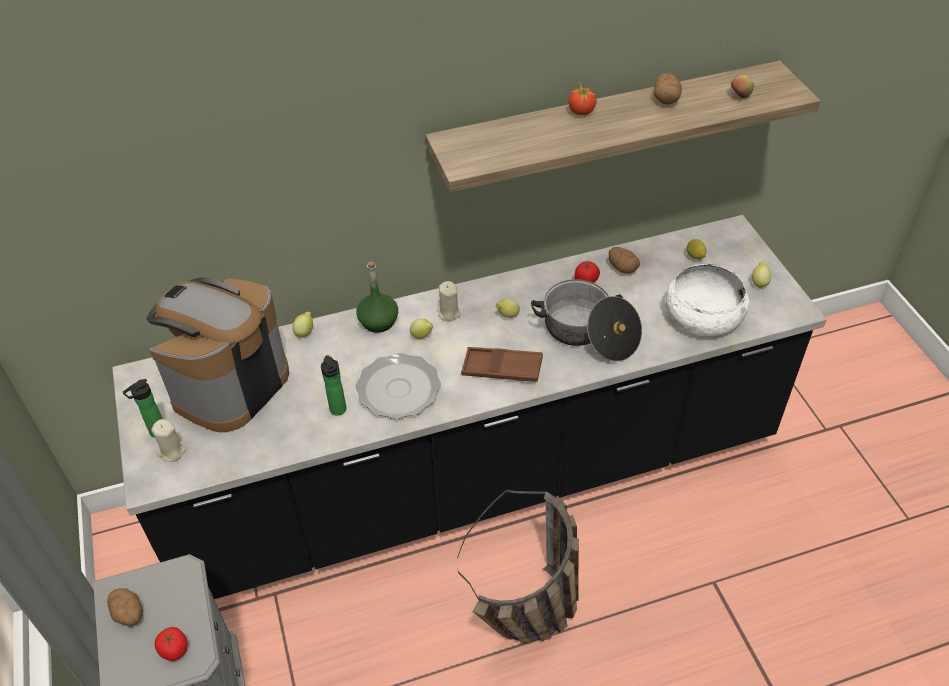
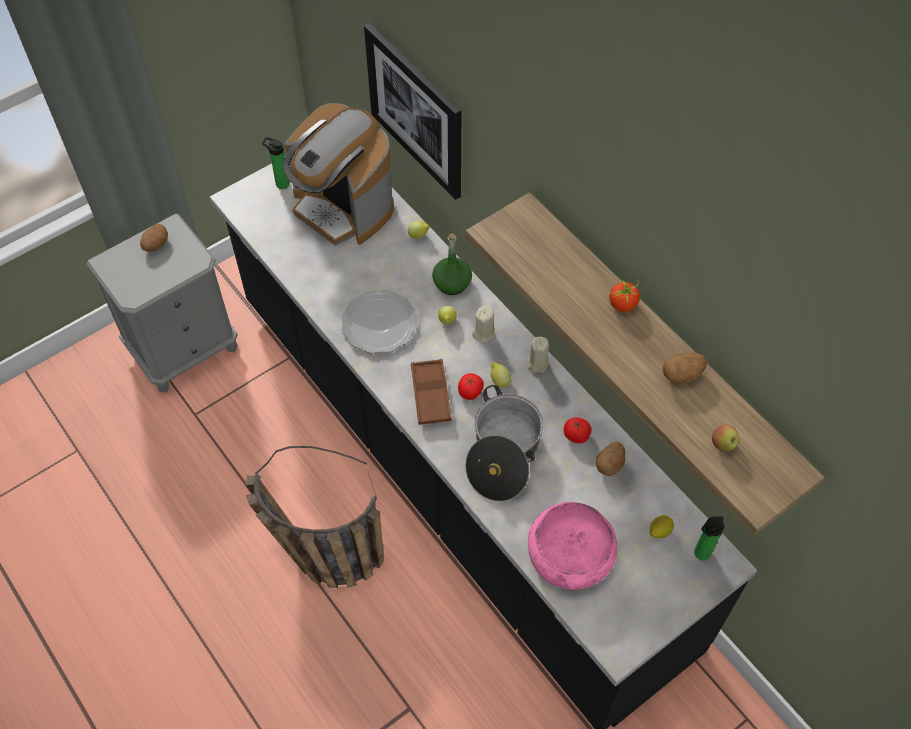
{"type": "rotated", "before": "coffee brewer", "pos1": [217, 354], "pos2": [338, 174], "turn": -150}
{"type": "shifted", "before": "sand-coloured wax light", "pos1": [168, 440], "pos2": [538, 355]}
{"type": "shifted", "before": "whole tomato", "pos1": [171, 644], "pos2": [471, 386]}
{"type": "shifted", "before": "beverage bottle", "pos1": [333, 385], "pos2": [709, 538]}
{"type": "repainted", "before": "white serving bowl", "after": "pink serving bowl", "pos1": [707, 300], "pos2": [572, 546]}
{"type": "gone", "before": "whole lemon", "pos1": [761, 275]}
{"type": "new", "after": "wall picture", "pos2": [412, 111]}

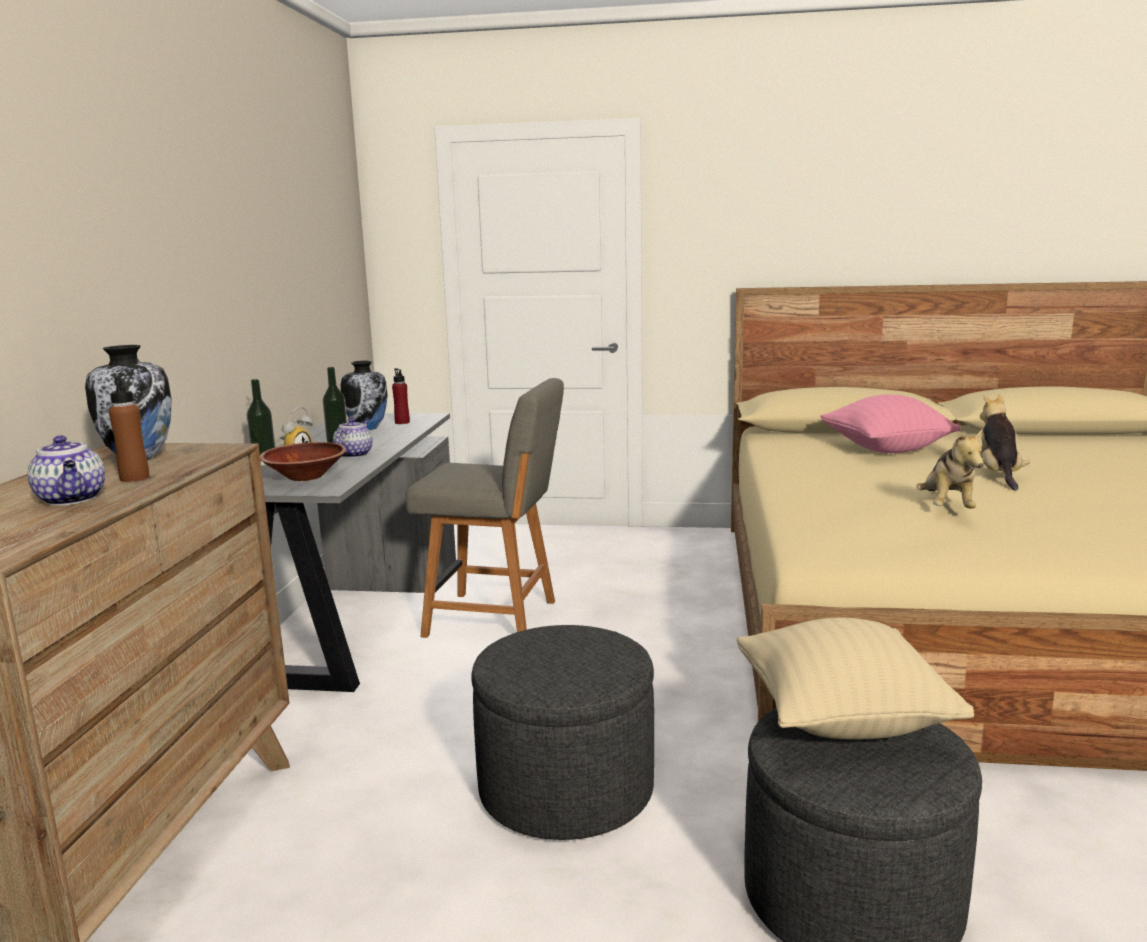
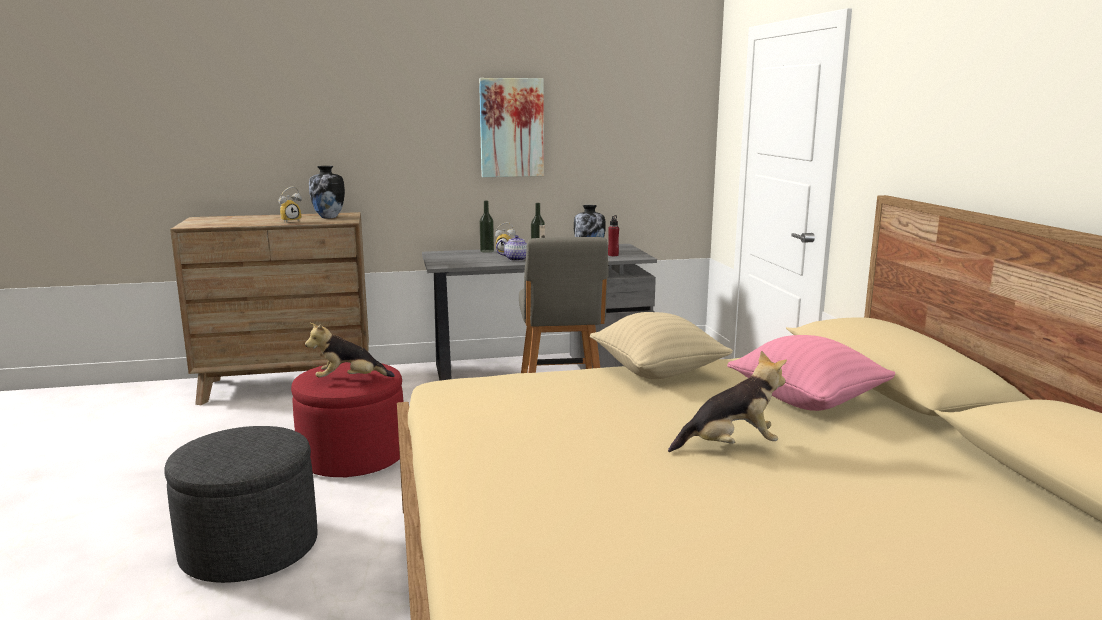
{"type": "gone", "before": "tea pot", "pos1": [66, 470]}
{"type": "swapped", "before": "brown-coloured beverage bottle", "after": "alarm clock", "pos1": [129, 429], "pos2": [290, 204]}
{"type": "gone", "before": "brown-coloured serving bowl", "pos1": [303, 461]}
{"type": "repainted", "before": "greyish footrest", "after": "red-coloured footrest", "pos1": [562, 732], "pos2": [347, 420]}
{"type": "shifted", "before": "sand-coloured throw pillow", "pos1": [855, 678], "pos2": [661, 345]}
{"type": "shifted", "before": "cuddly toy", "pos1": [950, 469], "pos2": [350, 350]}
{"type": "new", "after": "wall picture", "pos2": [511, 127]}

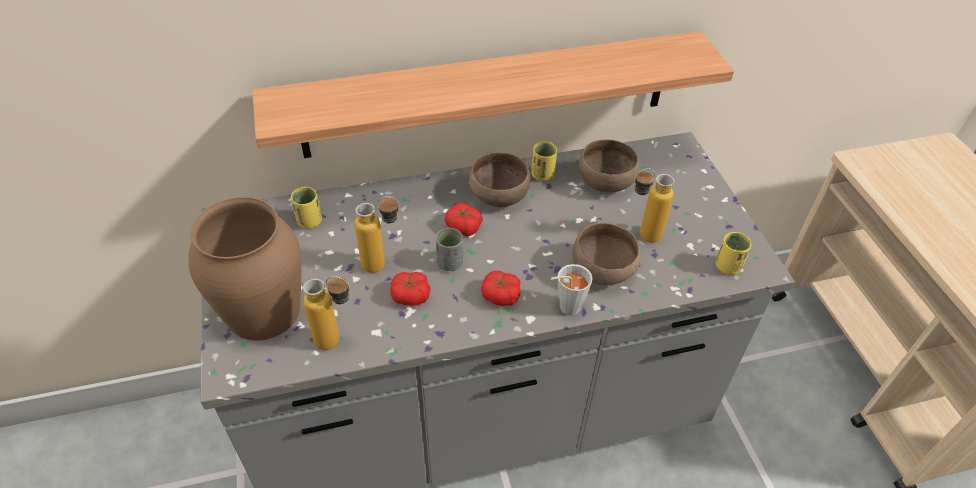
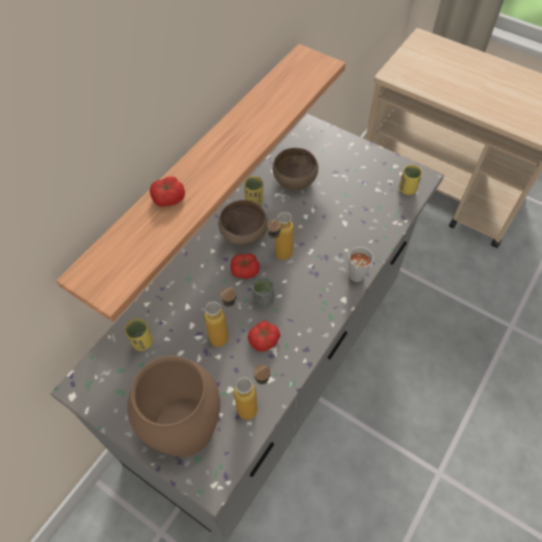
{"type": "shifted", "before": "whole tomato", "pos1": [501, 288], "pos2": [167, 191]}
{"type": "gone", "before": "brown-coloured serving bowl", "pos1": [606, 254]}
{"type": "shifted", "before": "beverage bottle", "pos1": [654, 205], "pos2": [280, 236]}

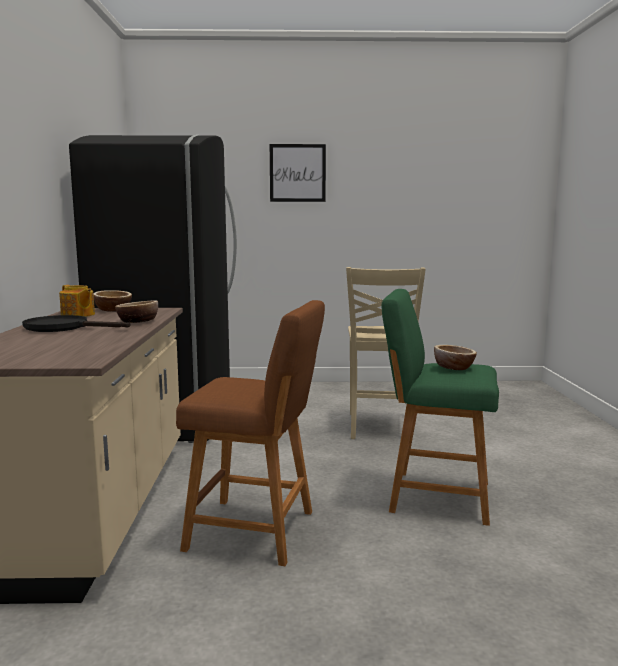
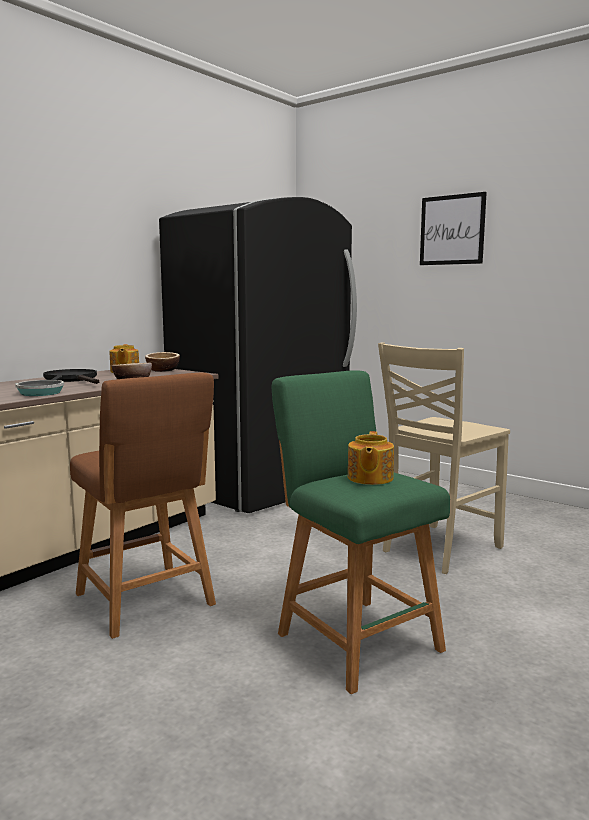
{"type": "swapped", "before": "serving bowl", "after": "tea pot", "pos1": [455, 357], "pos2": [371, 458]}
{"type": "new", "after": "pan", "pos2": [39, 385]}

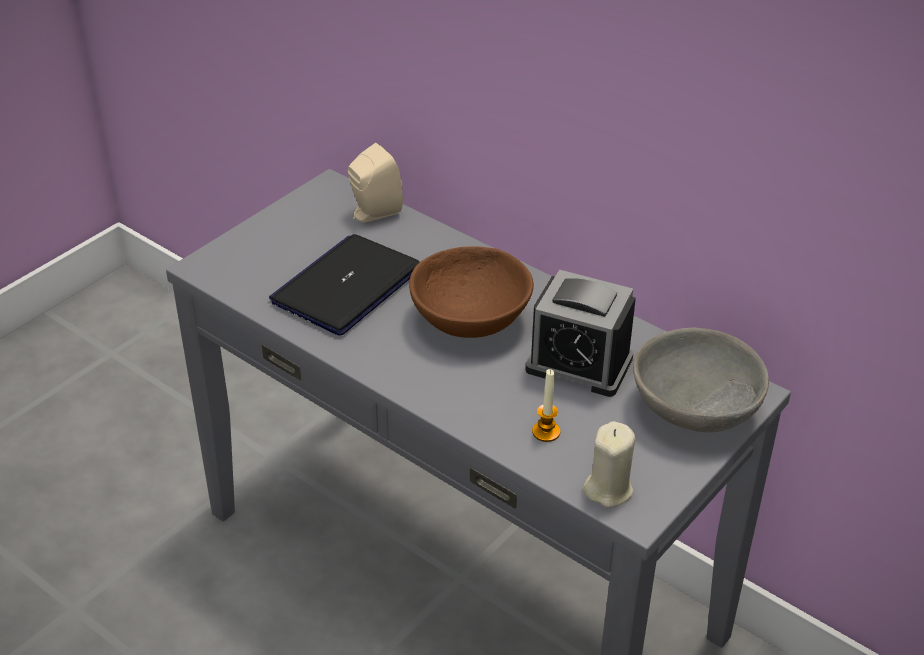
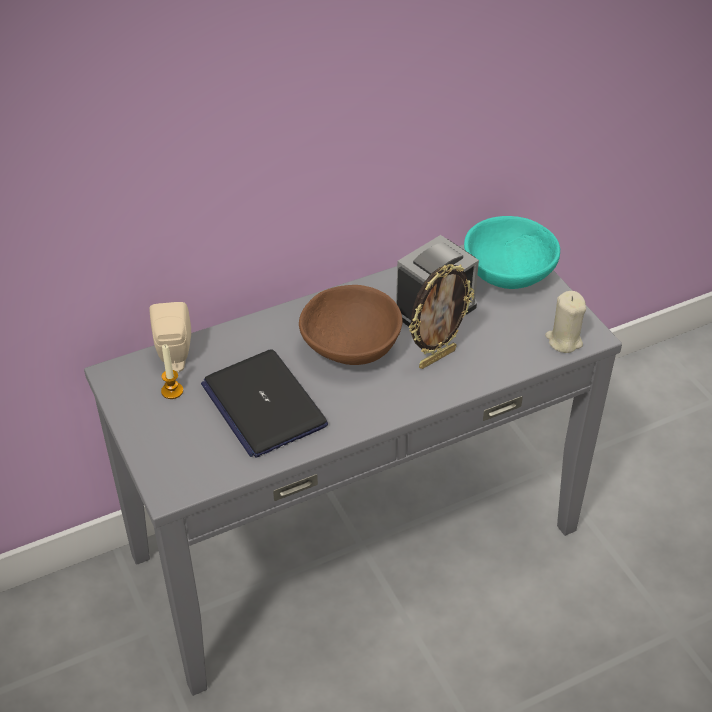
{"type": "shifted", "before": "wax light", "pos1": [546, 405], "pos2": [172, 371]}
{"type": "repainted", "before": "greyish serving bowl", "after": "blue-green serving bowl", "pos1": [701, 379], "pos2": [512, 252]}
{"type": "new", "after": "photo frame", "pos2": [441, 316]}

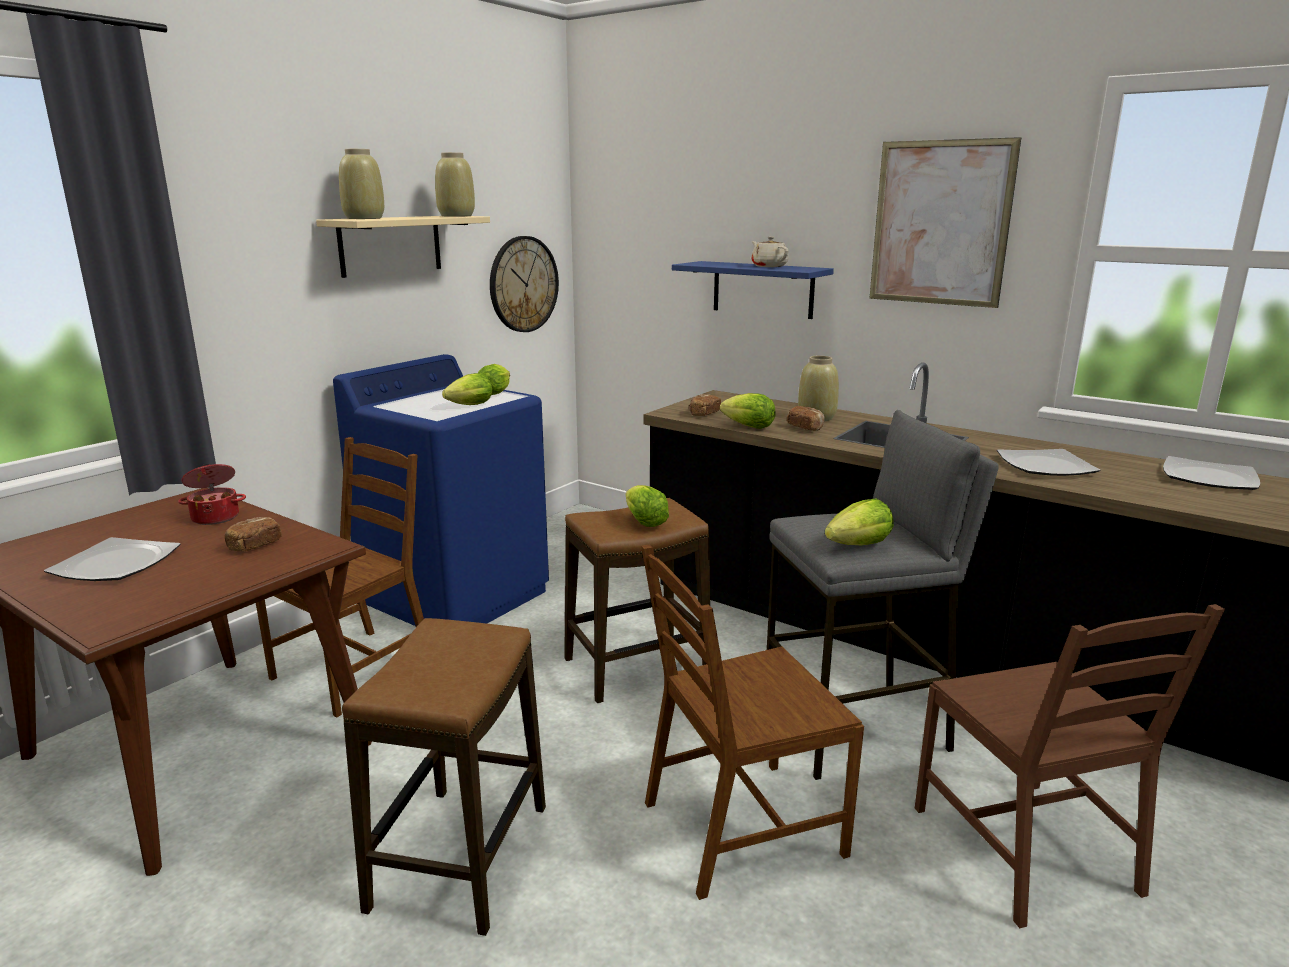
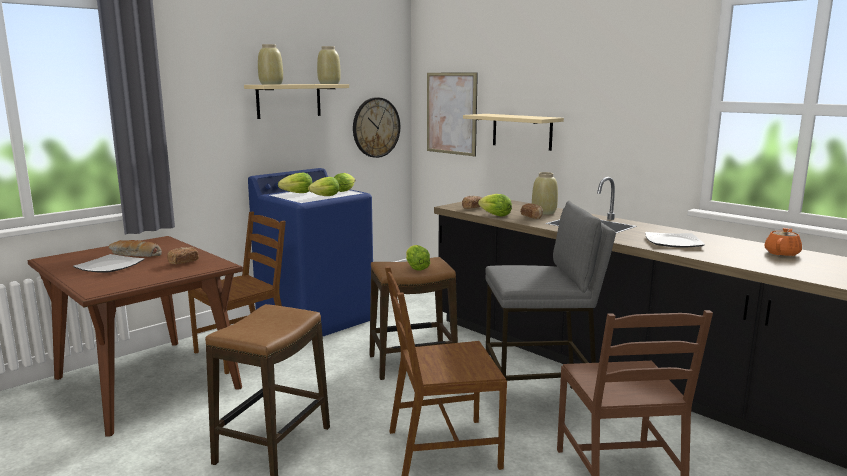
{"type": "gone", "before": "saucepot", "pos1": [212, 494]}
{"type": "repainted", "before": "blue-coloured shelf", "after": "sand-coloured shelf", "pos1": [753, 290], "pos2": [513, 132]}
{"type": "gone", "before": "sand-coloured tea pot", "pos1": [770, 251]}
{"type": "shifted", "before": "lettuce head", "pos1": [859, 521], "pos2": [295, 183]}
{"type": "shifted", "before": "wall picture", "pos1": [945, 222], "pos2": [452, 114]}
{"type": "swapped", "before": "flat dish", "after": "orange tea pot", "pos1": [1211, 473], "pos2": [783, 242]}
{"type": "new", "after": "bread", "pos2": [135, 248]}

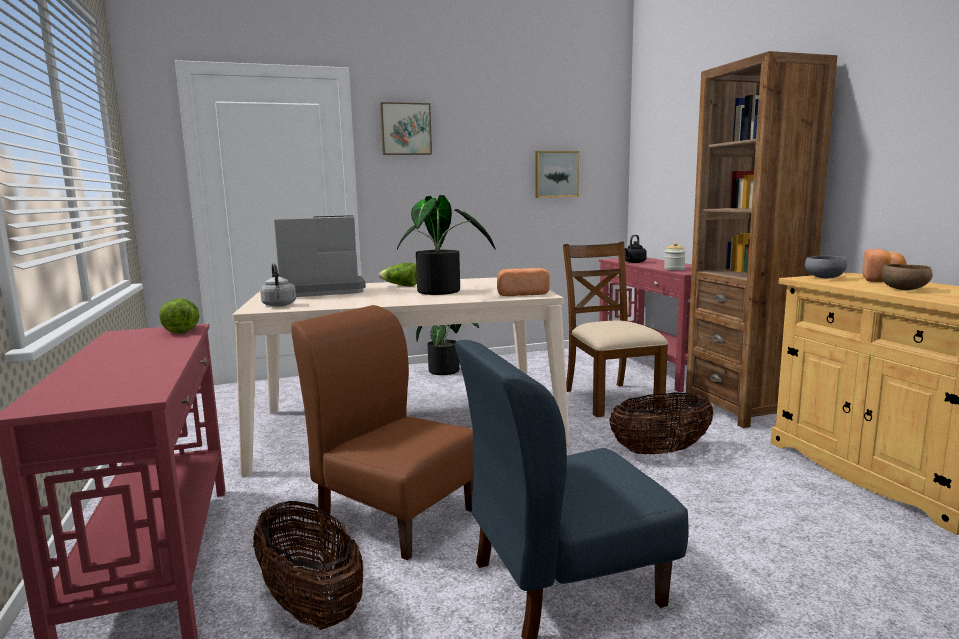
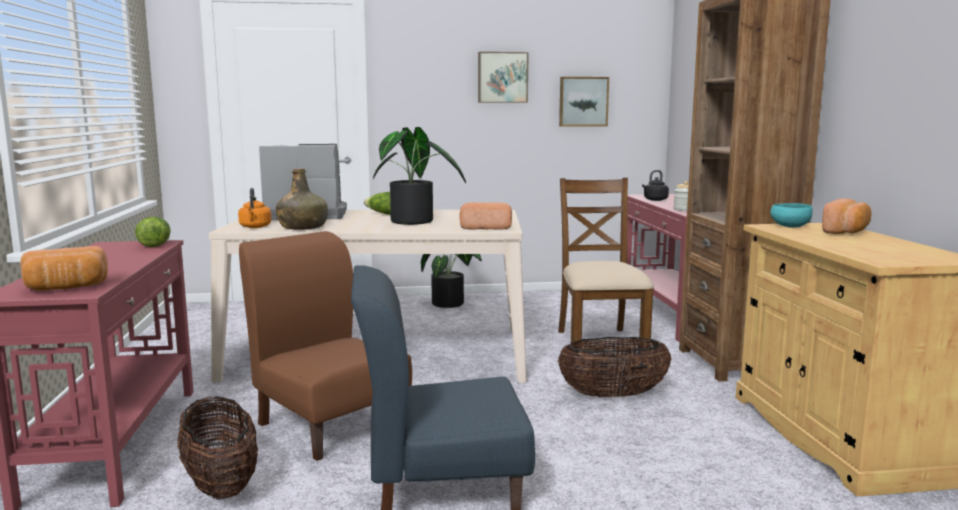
{"type": "repainted", "before": "greyish tea kettle", "after": "orange tea kettle", "pos1": [278, 285], "pos2": [254, 208]}
{"type": "shifted", "before": "wall picture", "pos1": [406, 128], "pos2": [503, 77]}
{"type": "repainted", "before": "greyish serving bowl", "after": "blue-green serving bowl", "pos1": [826, 267], "pos2": [791, 215]}
{"type": "gone", "before": "brown-coloured serving bowl", "pos1": [907, 277]}
{"type": "new", "after": "bread", "pos2": [64, 268]}
{"type": "new", "after": "greenish beverage bottle", "pos2": [302, 199]}

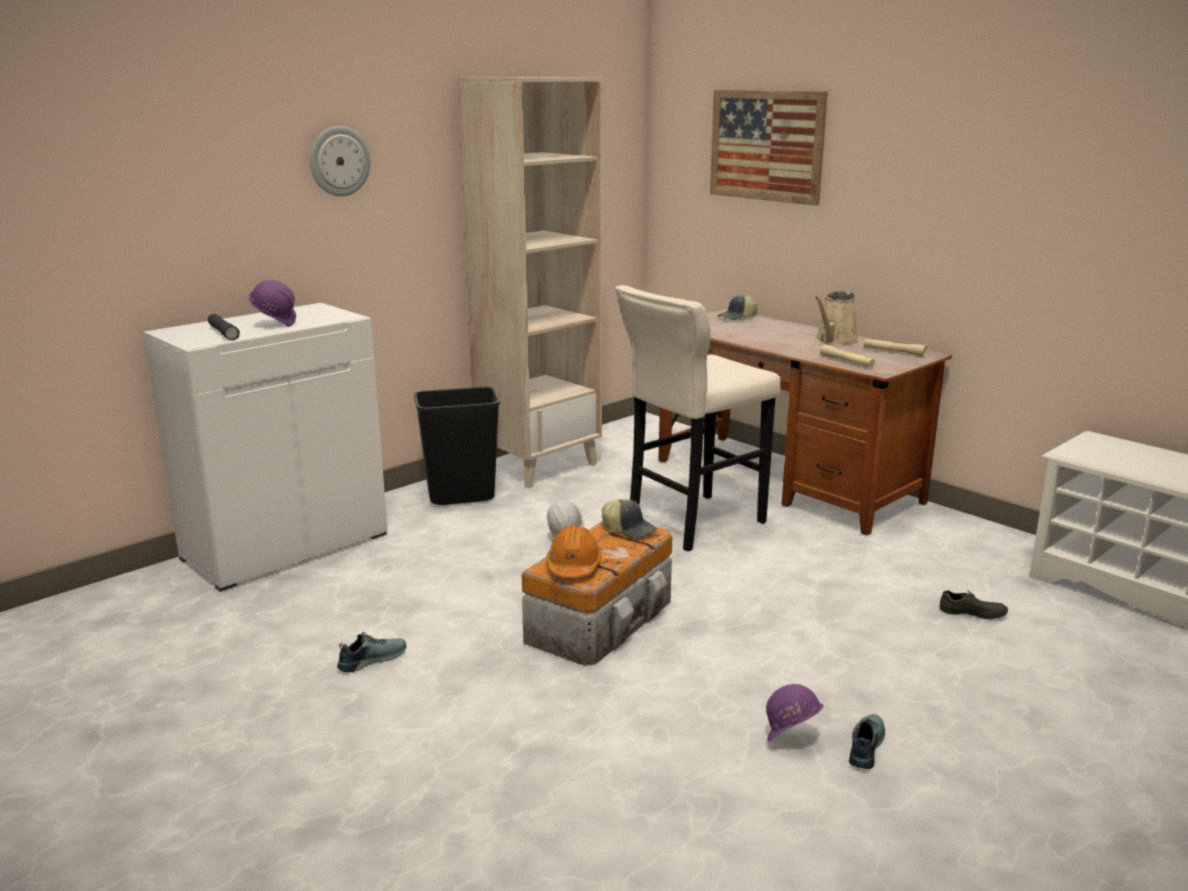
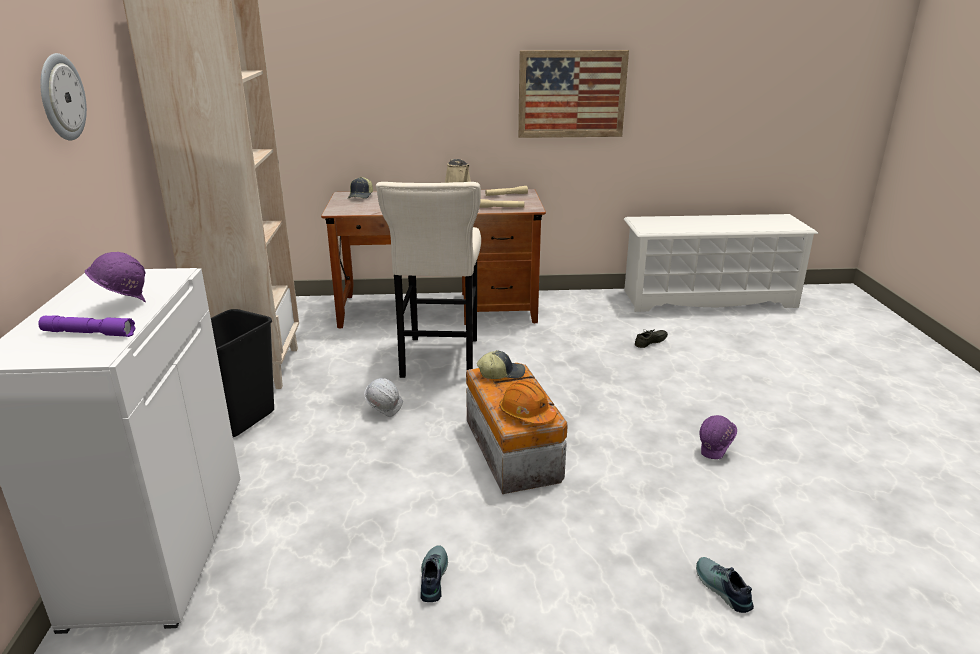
{"type": "repainted", "before": "greyish torch", "after": "purple-coloured torch", "pos1": [224, 327], "pos2": [86, 326]}
{"type": "shifted", "before": "wall picture", "pos1": [769, 147], "pos2": [573, 94]}
{"type": "shifted", "before": "shoe", "pos1": [867, 741], "pos2": [725, 585]}

